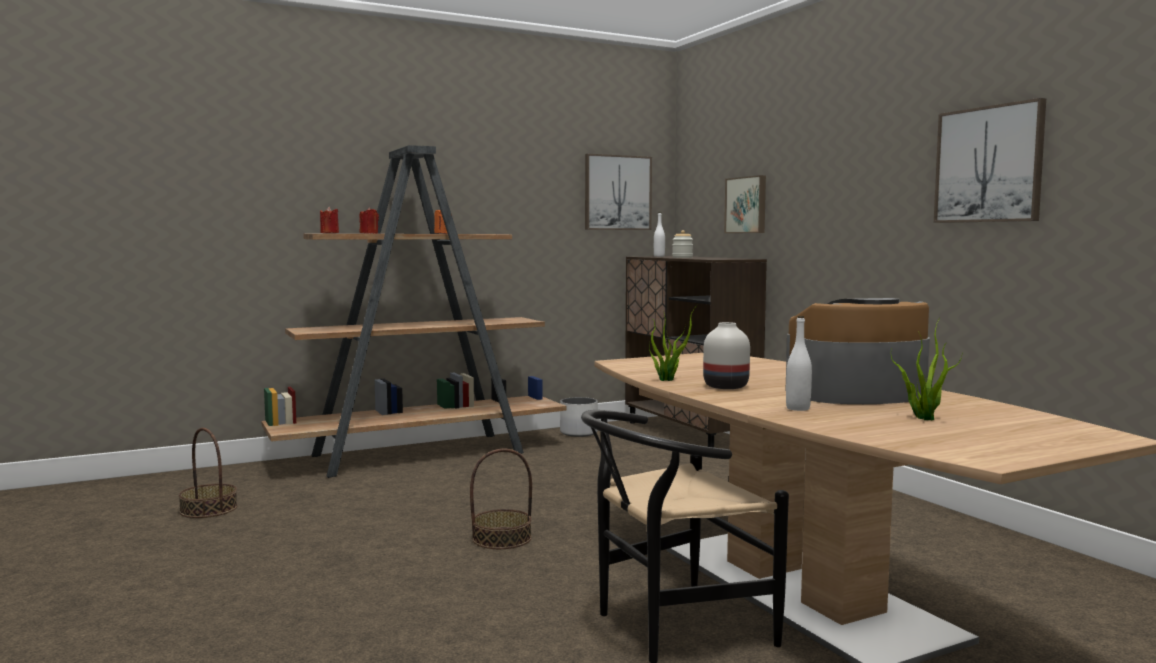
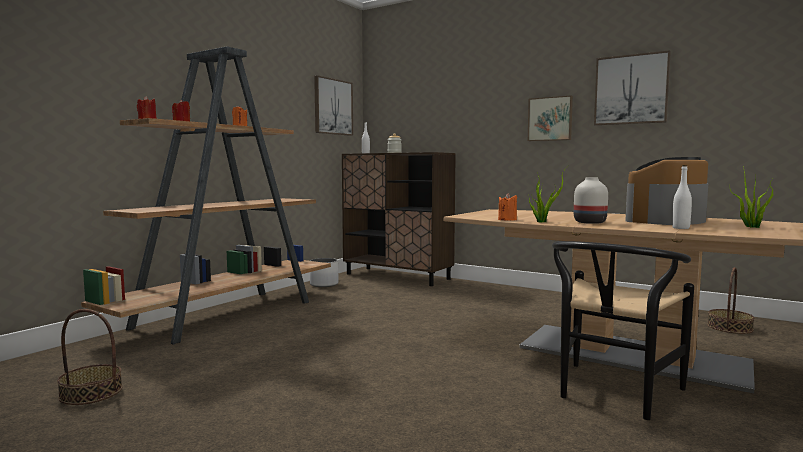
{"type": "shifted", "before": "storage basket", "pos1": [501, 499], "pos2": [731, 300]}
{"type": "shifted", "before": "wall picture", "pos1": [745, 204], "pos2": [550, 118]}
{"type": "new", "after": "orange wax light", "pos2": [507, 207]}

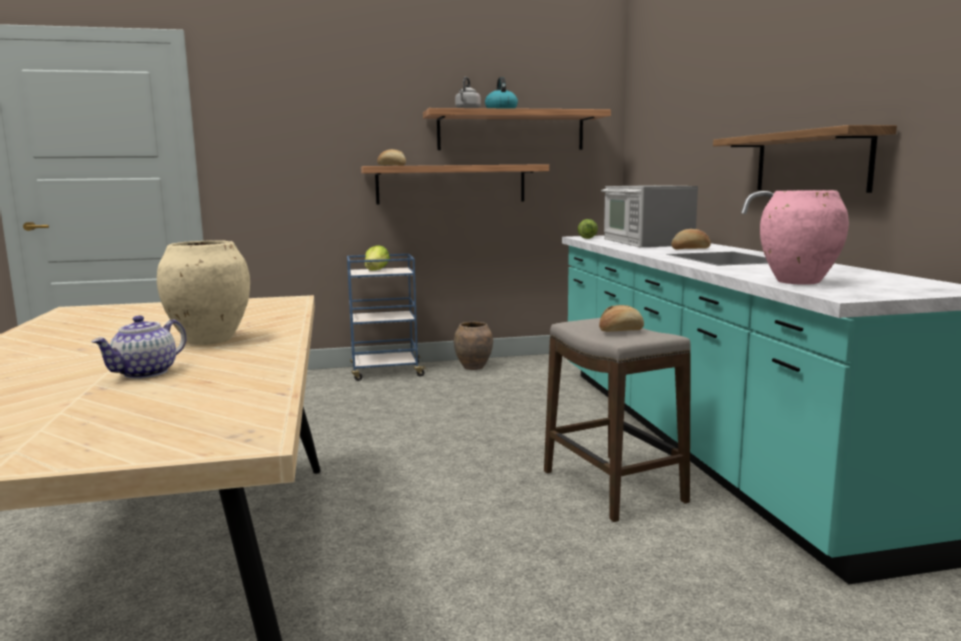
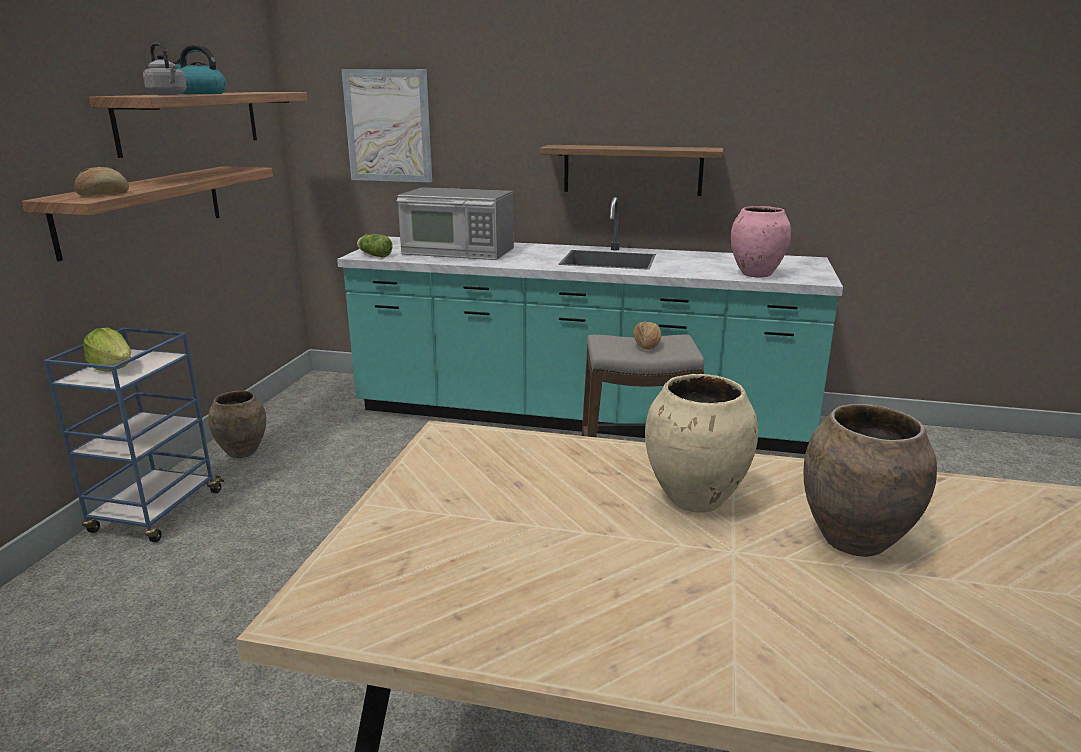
{"type": "swapped", "before": "tea pot", "after": "brown-coloured vase", "pos1": [139, 347], "pos2": [870, 480]}
{"type": "gone", "before": "bread", "pos1": [691, 239]}
{"type": "new", "after": "wall picture", "pos2": [386, 126]}

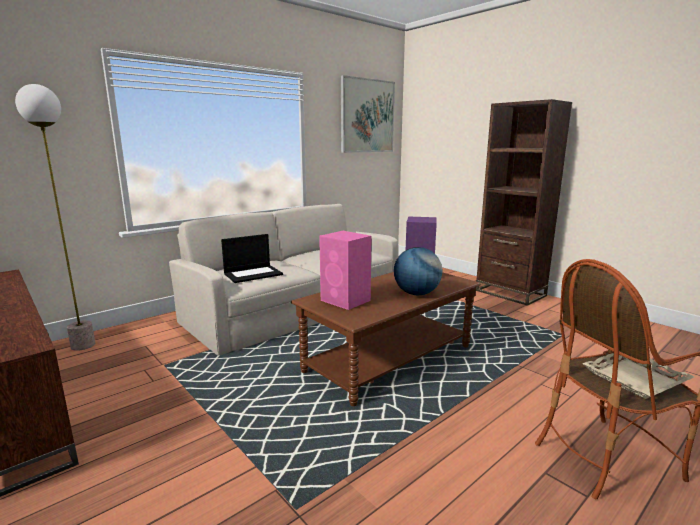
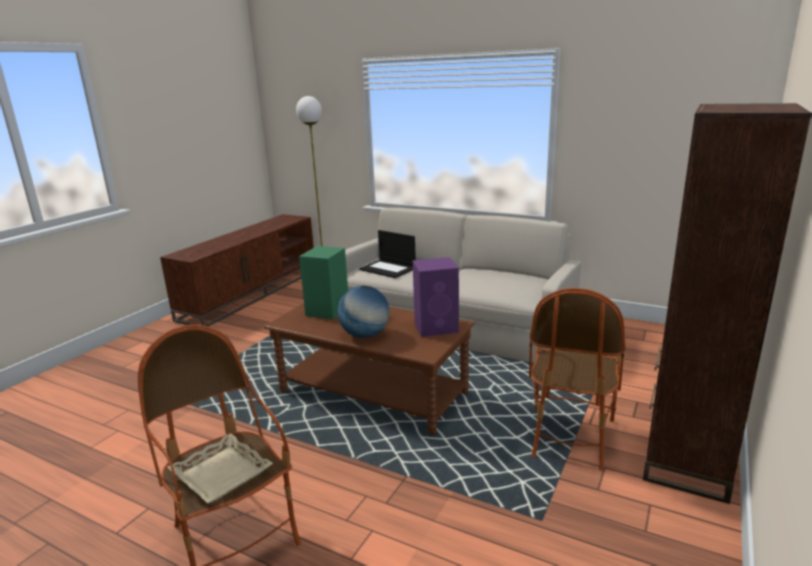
{"type": "repainted", "before": "pink audio speaker", "after": "greenish audio speaker", "pos1": [345, 270], "pos2": [323, 283]}
{"type": "gone", "before": "wall picture", "pos1": [368, 114]}
{"type": "new", "after": "easy chair", "pos2": [577, 379]}

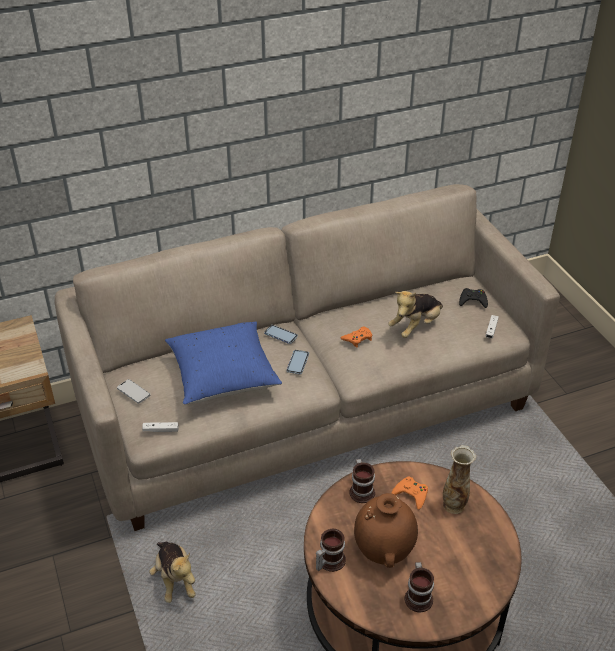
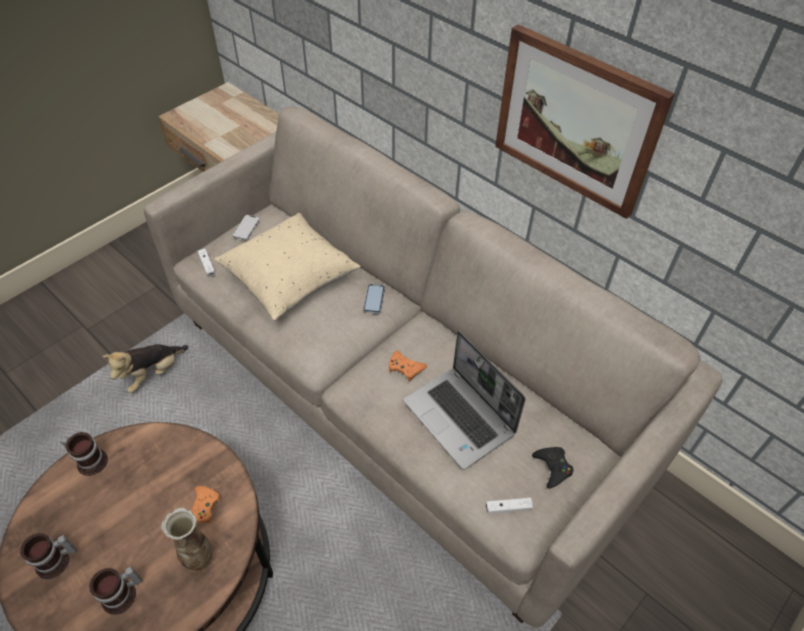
{"type": "repainted", "before": "blue-coloured throw pillow", "after": "sand-coloured throw pillow", "pos1": [223, 363], "pos2": [288, 267]}
{"type": "gone", "before": "telephone", "pos1": [298, 362]}
{"type": "shifted", "before": "tea mug", "pos1": [362, 481], "pos2": [115, 590]}
{"type": "gone", "before": "brown-coloured vase", "pos1": [386, 530]}
{"type": "swapped", "before": "cuddly toy", "after": "portable computer", "pos1": [415, 314], "pos2": [464, 400]}
{"type": "new", "after": "wall picture", "pos2": [585, 121]}

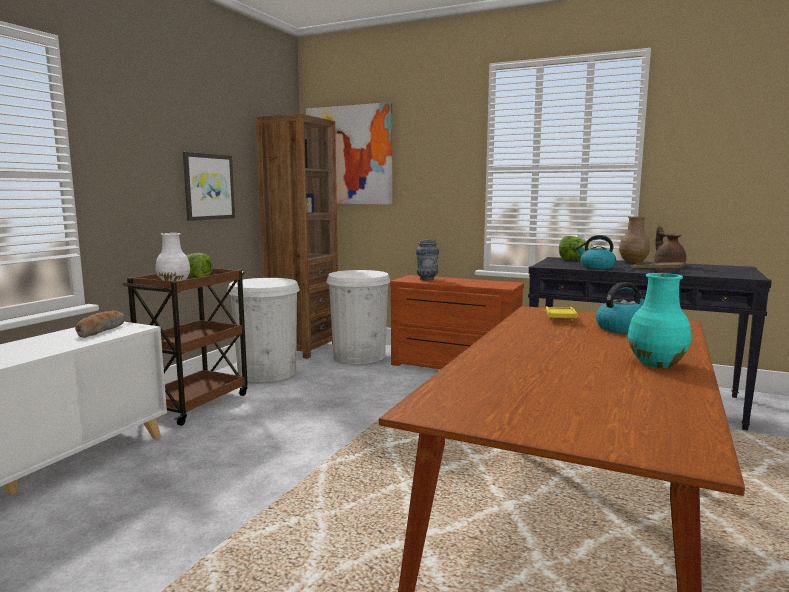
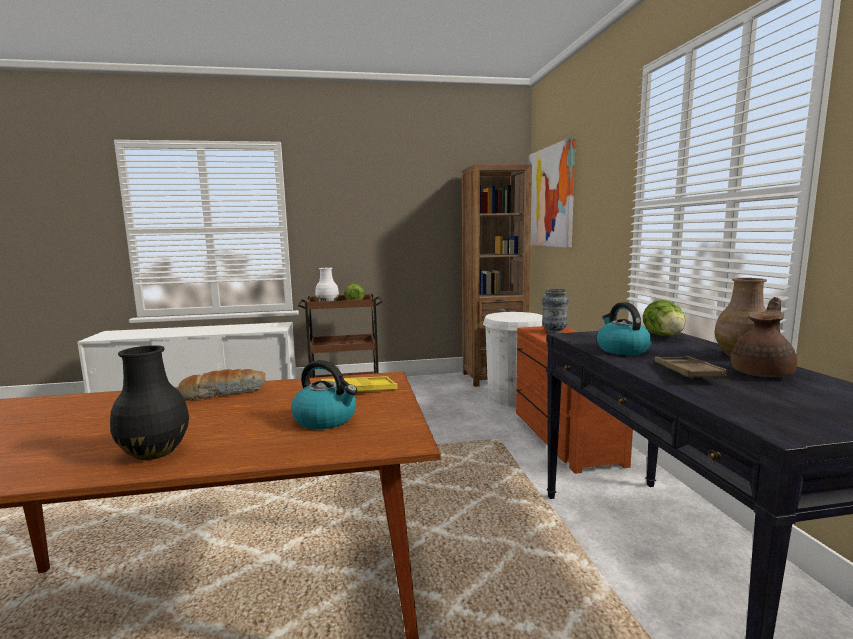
{"type": "shifted", "before": "bread", "pos1": [100, 324], "pos2": [221, 385]}
{"type": "gone", "before": "wall picture", "pos1": [209, 186]}
{"type": "gone", "before": "white rubbish bin", "pos1": [263, 330]}
{"type": "repainted", "before": "blue-green vase", "after": "black vase", "pos1": [659, 320], "pos2": [149, 402]}

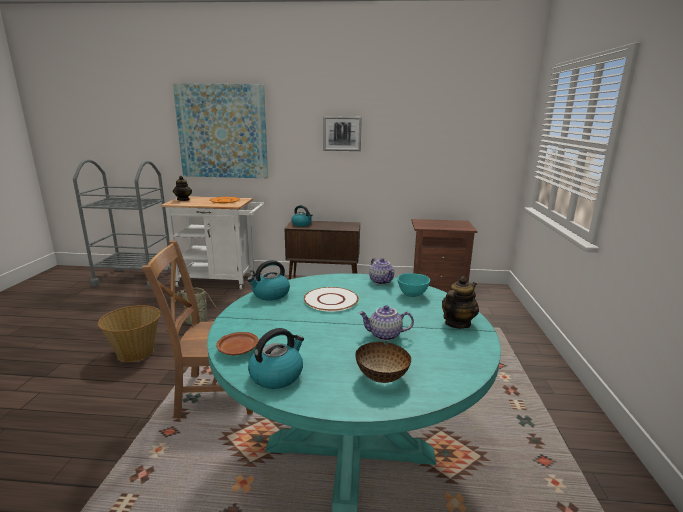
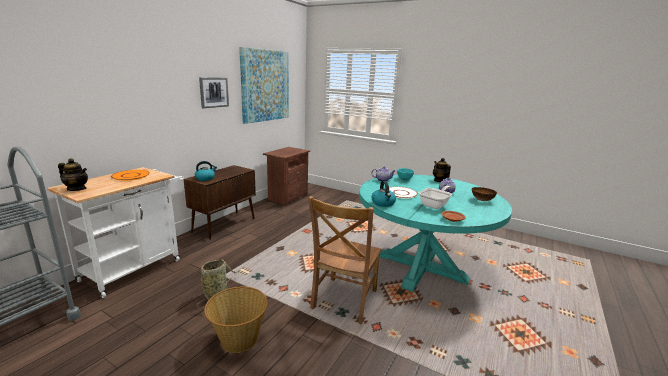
{"type": "shifted", "before": "wall picture", "pos1": [220, 130], "pos2": [264, 85]}
{"type": "gone", "before": "tea kettle", "pos1": [276, 358]}
{"type": "new", "after": "pan", "pos2": [435, 197]}

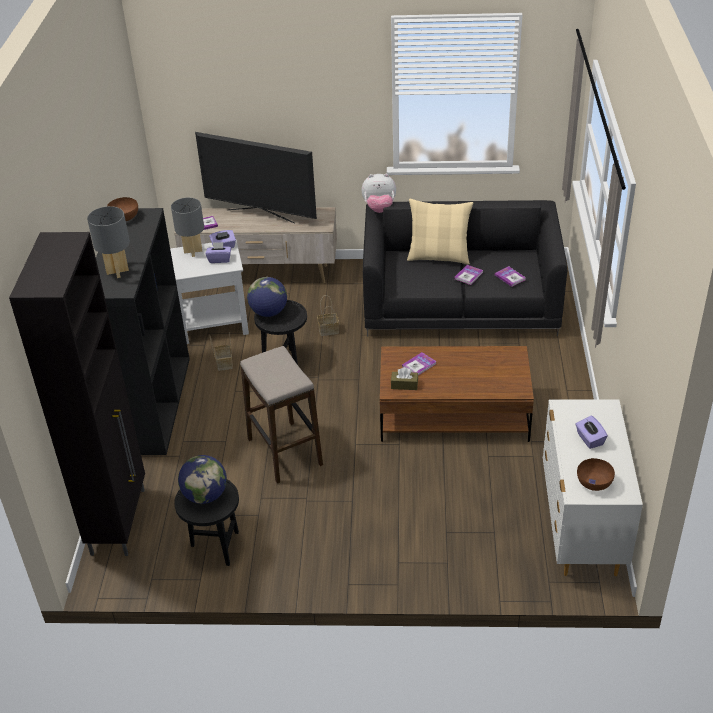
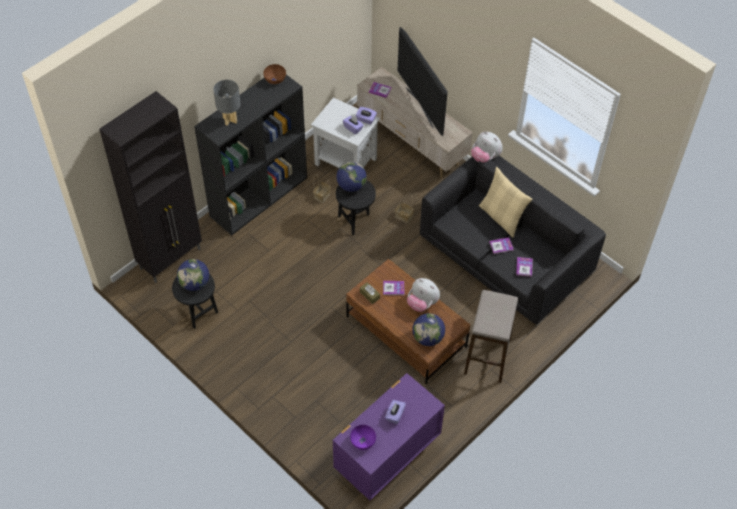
{"type": "gone", "before": "greyish tabletop lamp", "pos1": [187, 227]}
{"type": "shifted", "before": "stool", "pos1": [281, 414], "pos2": [491, 336]}
{"type": "repainted", "before": "white drawer chest", "after": "purple-coloured drawer chest", "pos1": [593, 487], "pos2": [389, 437]}
{"type": "repainted", "before": "brown-coloured serving bowl", "after": "purple-coloured serving bowl", "pos1": [596, 474], "pos2": [363, 437]}
{"type": "new", "after": "cuddly toy", "pos2": [423, 295]}
{"type": "new", "after": "desk globe", "pos2": [429, 329]}

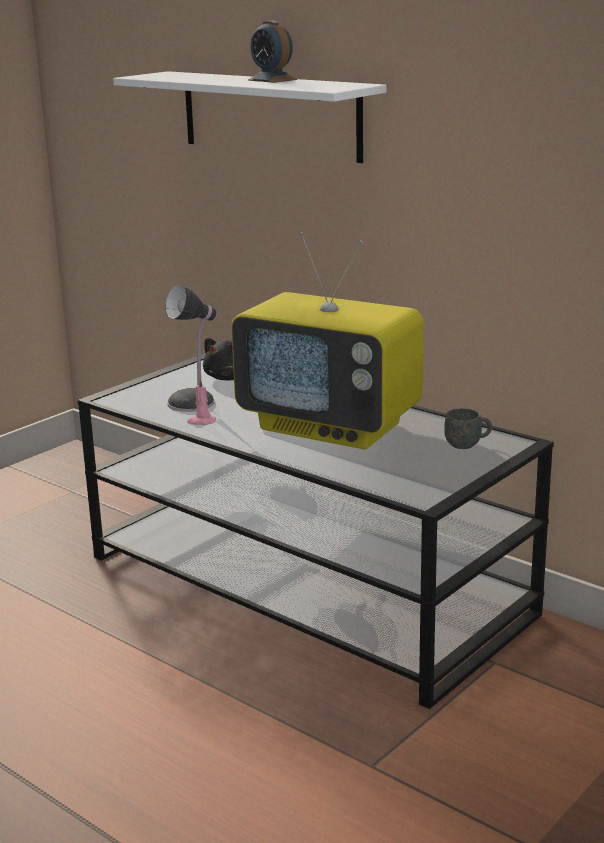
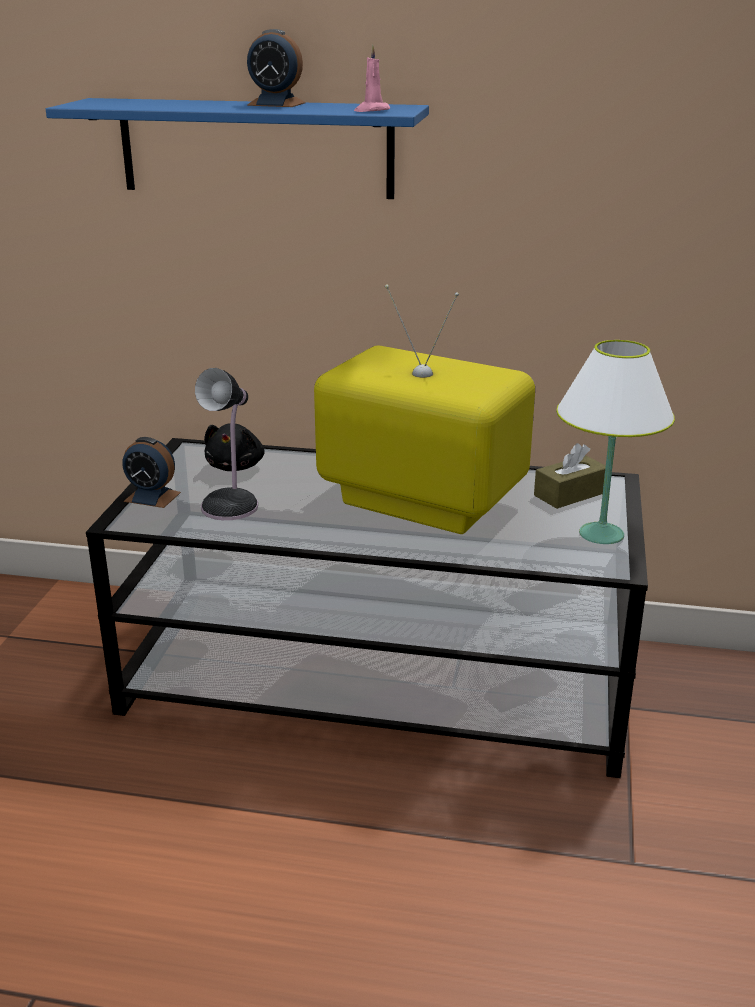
{"type": "repainted", "before": "white shelf", "after": "blue-coloured shelf", "pos1": [249, 117], "pos2": [237, 148]}
{"type": "shifted", "before": "pink wax light", "pos1": [201, 401], "pos2": [372, 78]}
{"type": "rotated", "before": "TV set", "pos1": [327, 340], "pos2": [424, 409], "turn": -150}
{"type": "swapped", "before": "greyish tea mug", "after": "brown-coloured tissue holder", "pos1": [468, 428], "pos2": [570, 476]}
{"type": "new", "after": "alarm clock", "pos2": [152, 472]}
{"type": "new", "after": "white tabletop lamp", "pos2": [615, 442]}

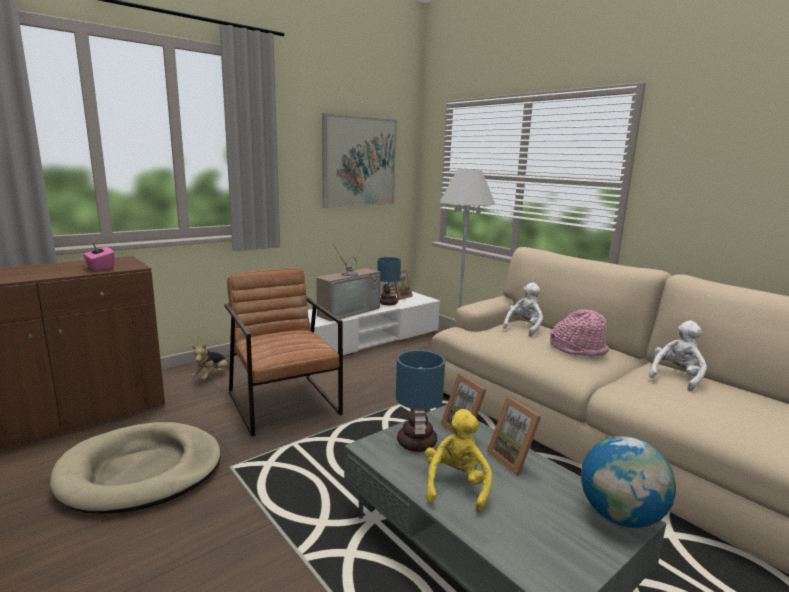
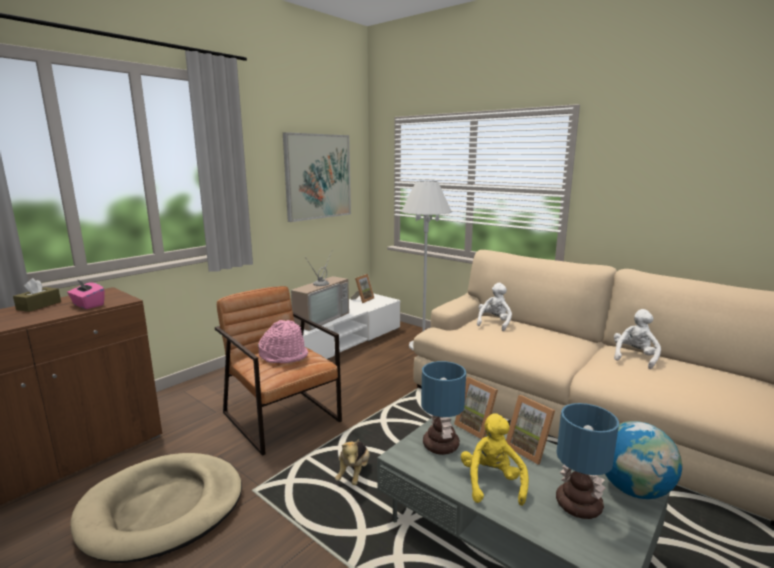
{"type": "shifted", "before": "cuddly toy", "pos1": [211, 362], "pos2": [352, 462]}
{"type": "shifted", "before": "tabletop lamp", "pos1": [389, 281], "pos2": [587, 461]}
{"type": "shifted", "before": "pink hat", "pos1": [579, 332], "pos2": [283, 342]}
{"type": "new", "after": "brown-coloured tissue holder", "pos2": [37, 295]}

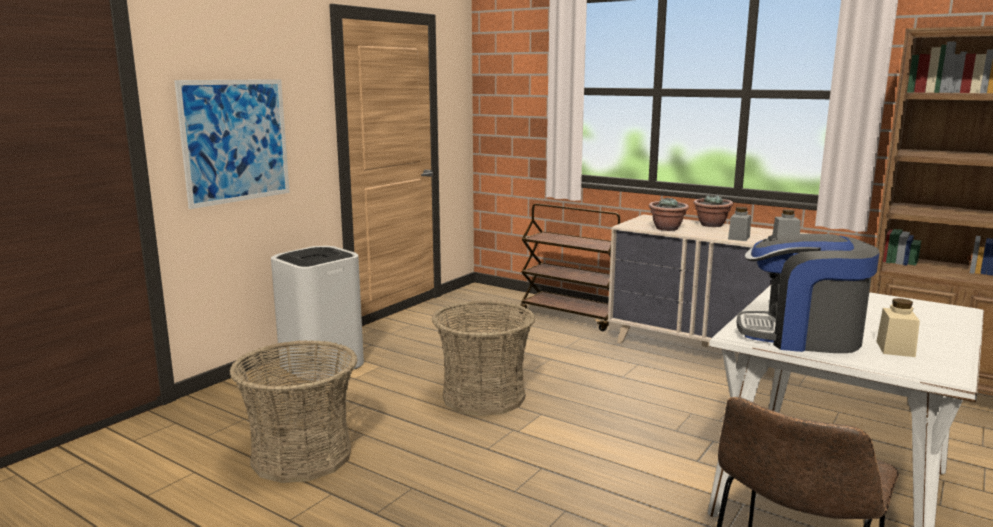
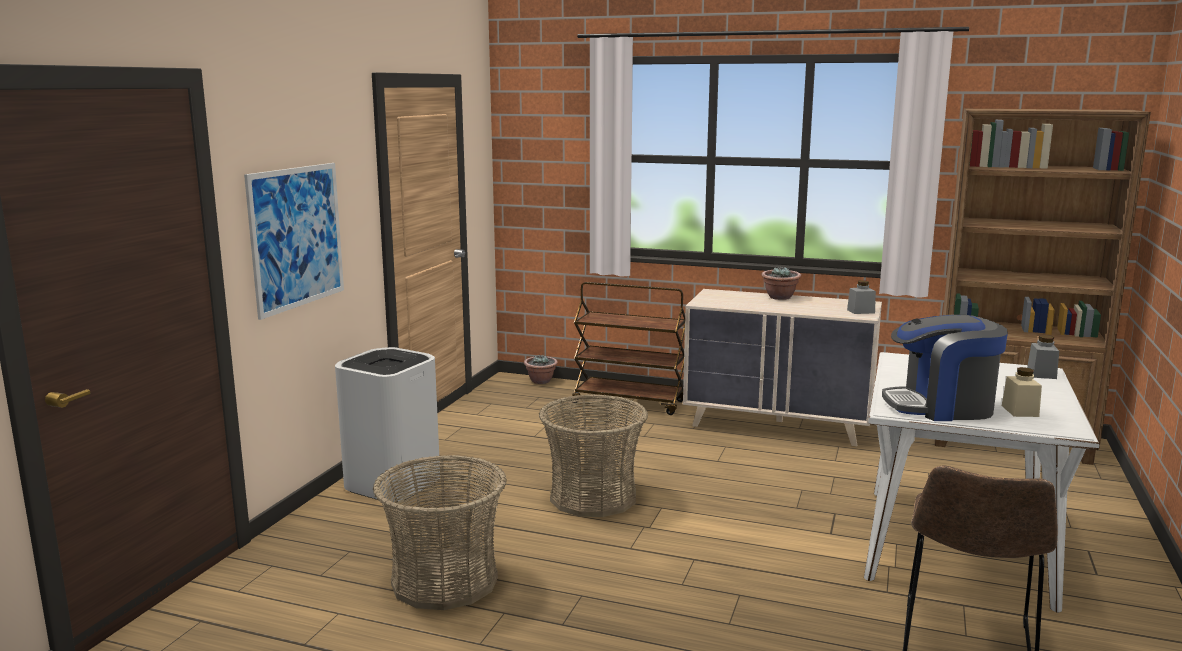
{"type": "shifted", "before": "plant in a pot", "pos1": [669, 214], "pos2": [541, 369]}
{"type": "shifted", "before": "greyish preserve jar", "pos1": [739, 224], "pos2": [1043, 357]}

